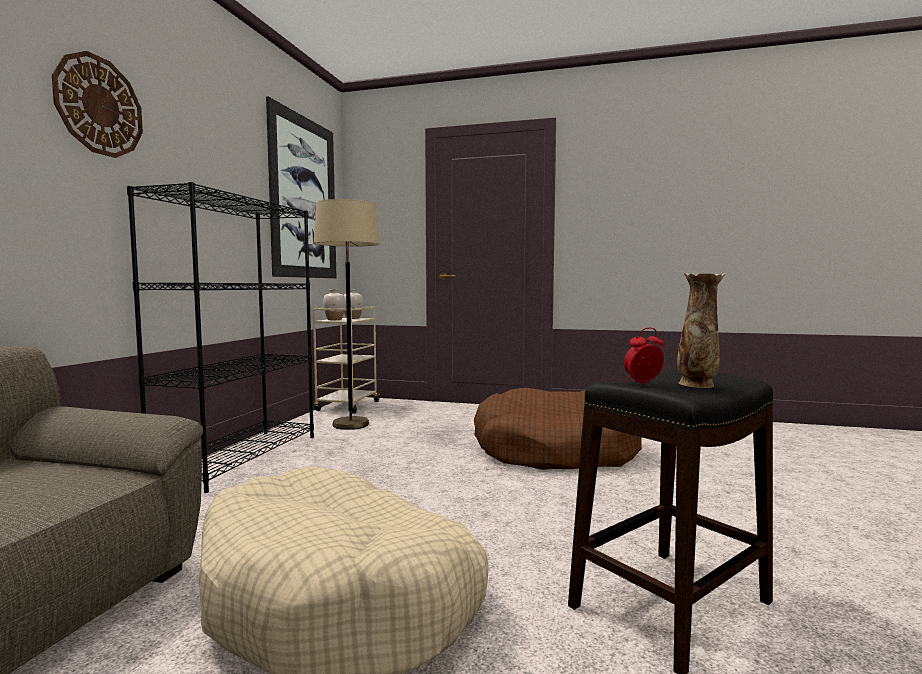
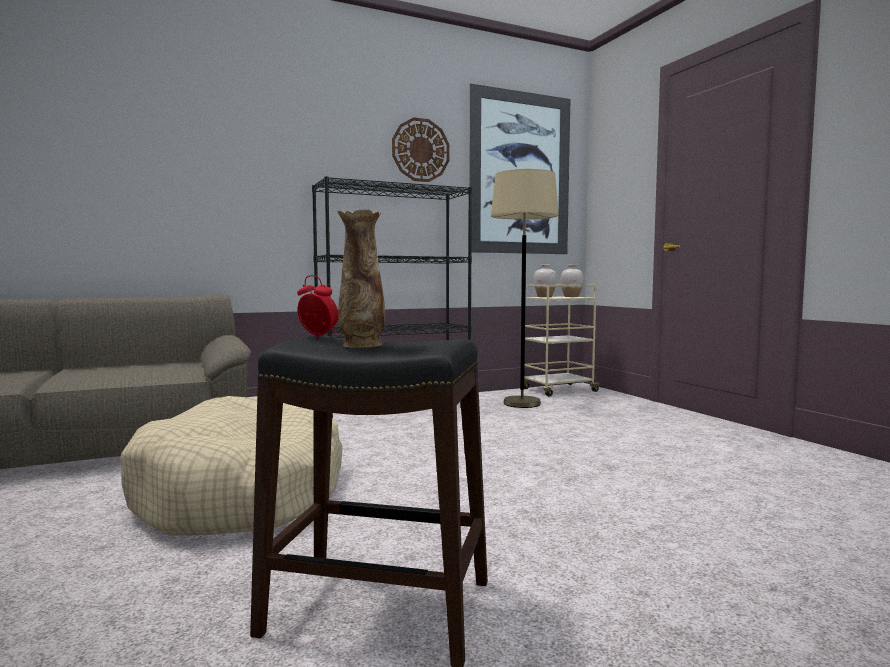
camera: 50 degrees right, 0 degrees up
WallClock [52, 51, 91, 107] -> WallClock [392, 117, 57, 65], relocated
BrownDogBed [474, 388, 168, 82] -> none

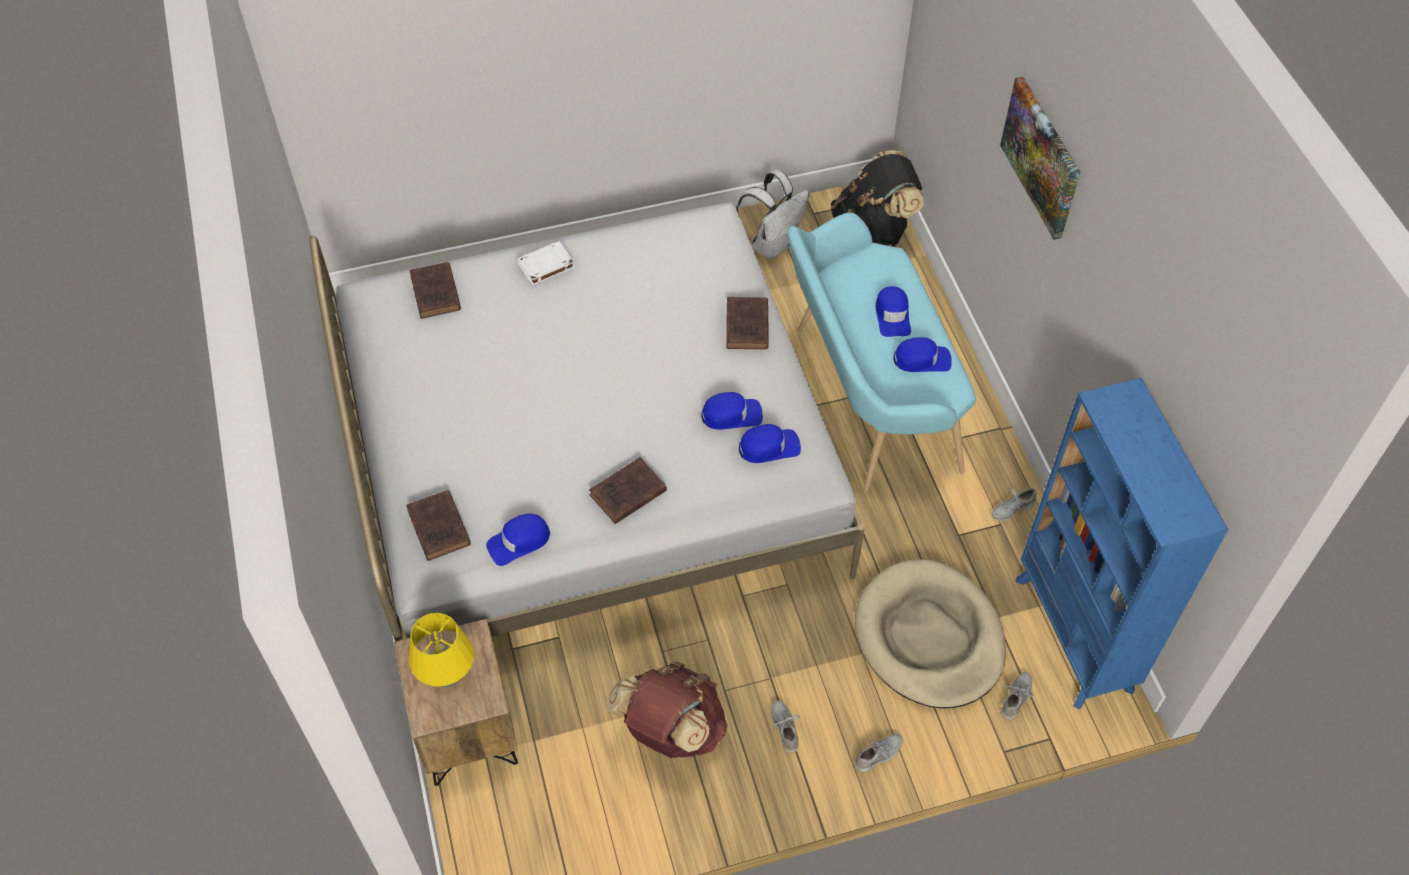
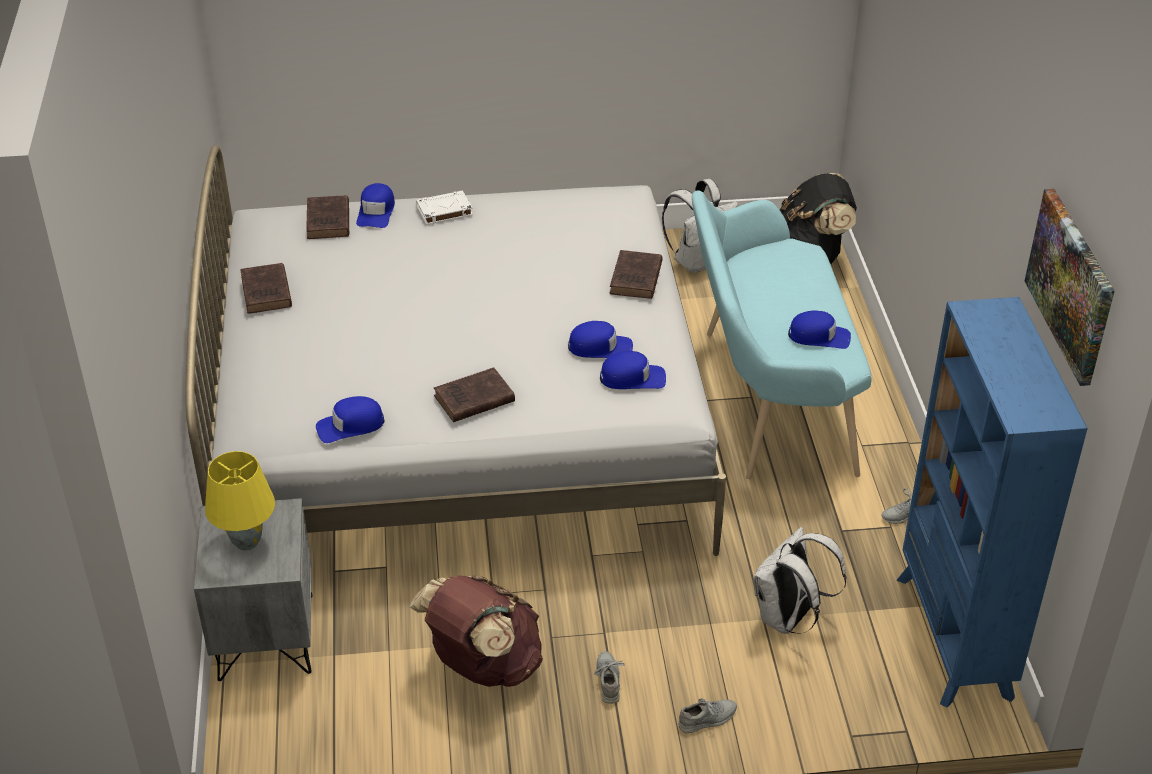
camera: 10 degrees right, 15 degrees down
BrownNightstand [394, 619, 124, 167] -> GreyNightstand [194, 498, 118, 183]
BrownBook [406, 490, 65, 71] -> BrownBook [240, 263, 52, 51], relocated
BeigeDogBed [855, 560, 151, 149] -> WhiteBackpack [754, 527, 92, 107]
BlueCap [876, 286, 35, 51] -> BlueCap [356, 183, 39, 45], relocated
Picture [1000, 77, 80, 163] -> Picture [1025, 189, 90, 197], relocated
GreyShoe [1001, 672, 32, 48] -> none

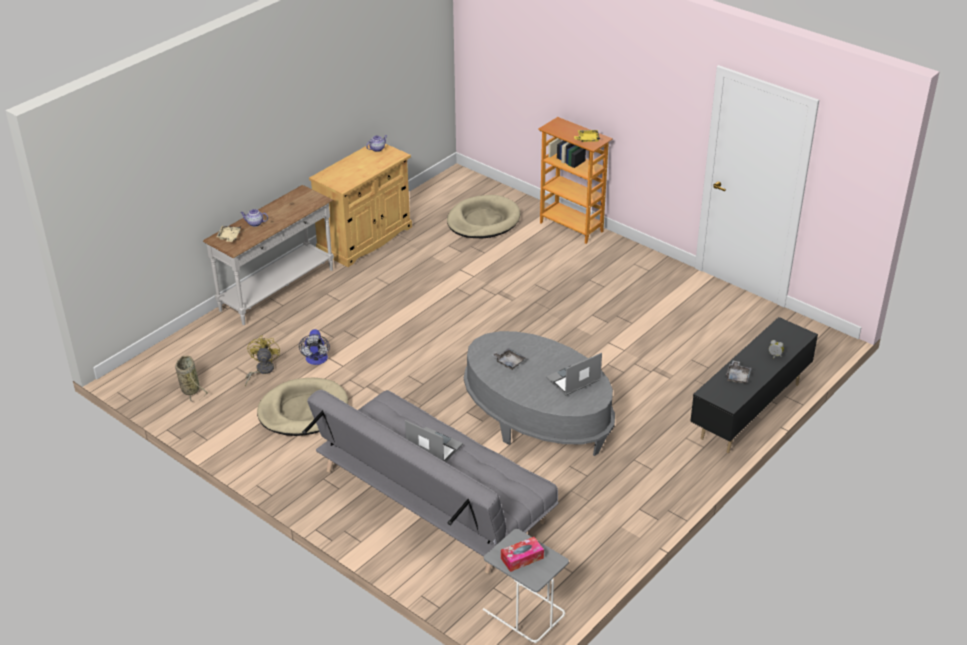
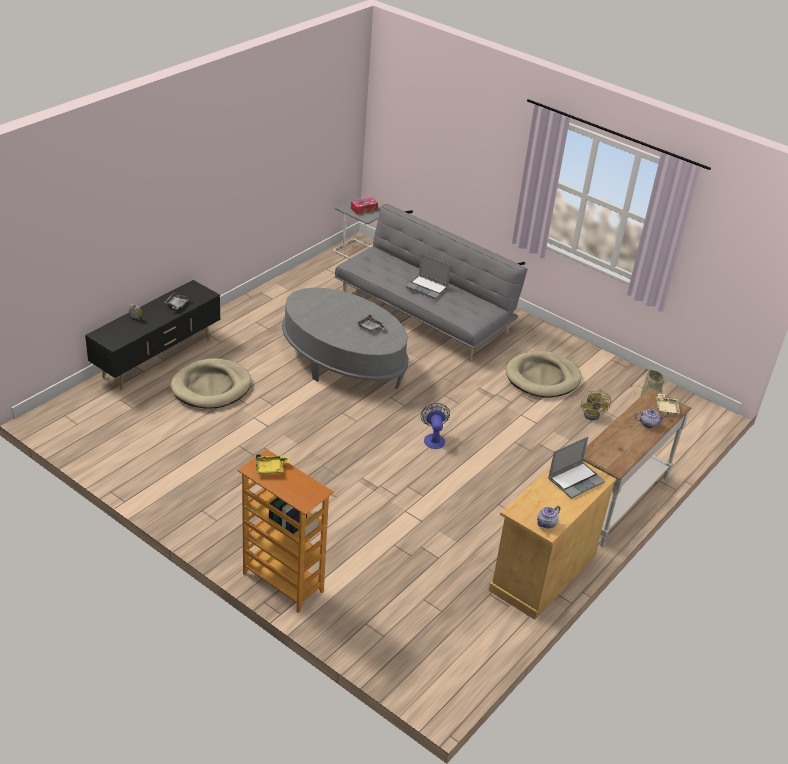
camera: 175 degrees right, 0 degrees up
Fan [299, 329, 31, 36] -> Fan [421, 403, 29, 46], relocated
BeigeDogBed [447, 195, 73, 43] -> BeigeDogBed [171, 358, 81, 51], relocated
Laptop [546, 353, 56, 42] -> Laptop [548, 436, 57, 63], relocated

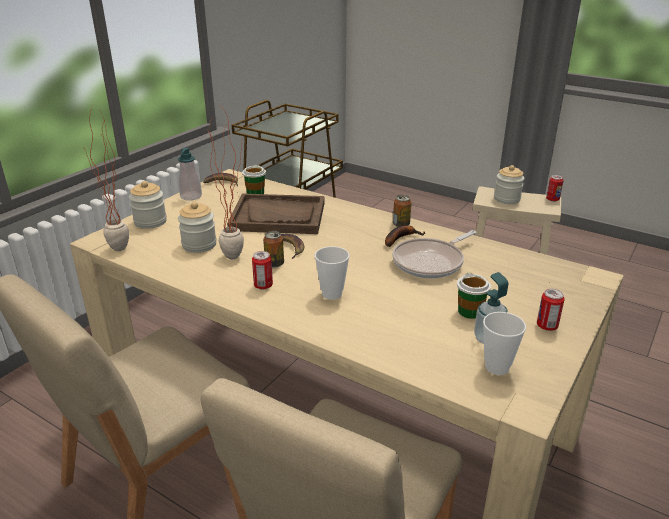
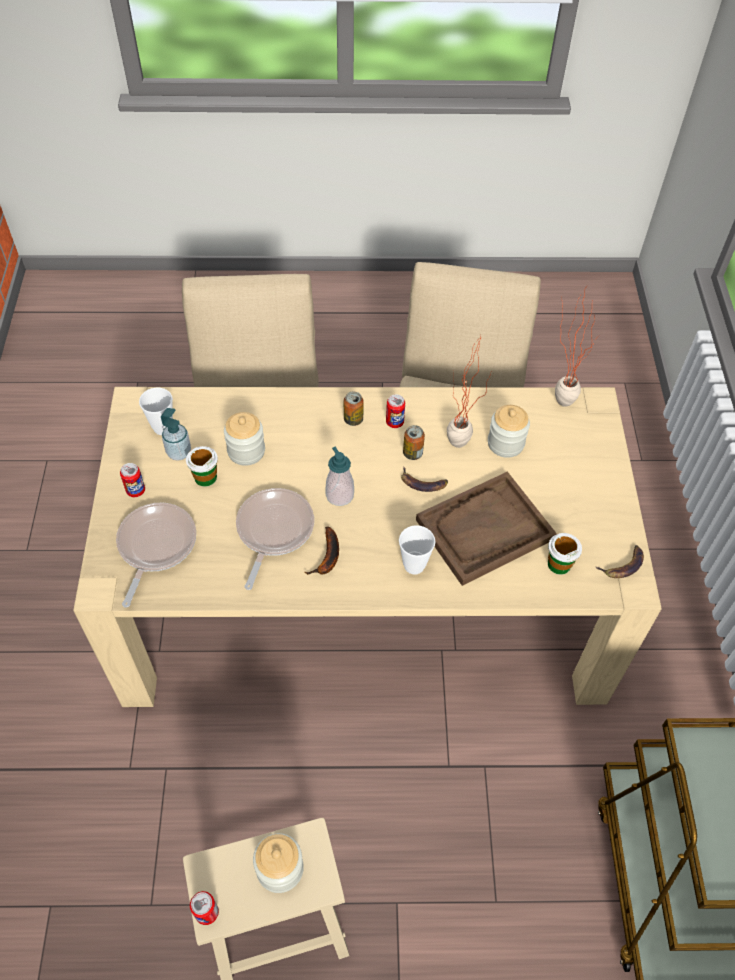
camera: 145 degrees right, 25 degrees up
Jar [129, 181, 38, 48] -> Jar [224, 412, 41, 54], relocated
SoapDispenser [178, 148, 24, 53] -> SoapDispenser [325, 447, 29, 59], relocated
Cup [315, 246, 35, 54] -> Cup [399, 525, 36, 50], relocated
Can [393, 195, 19, 32] -> Can [344, 392, 20, 34], relocated
none -> FryingPan [116, 502, 80, 106]

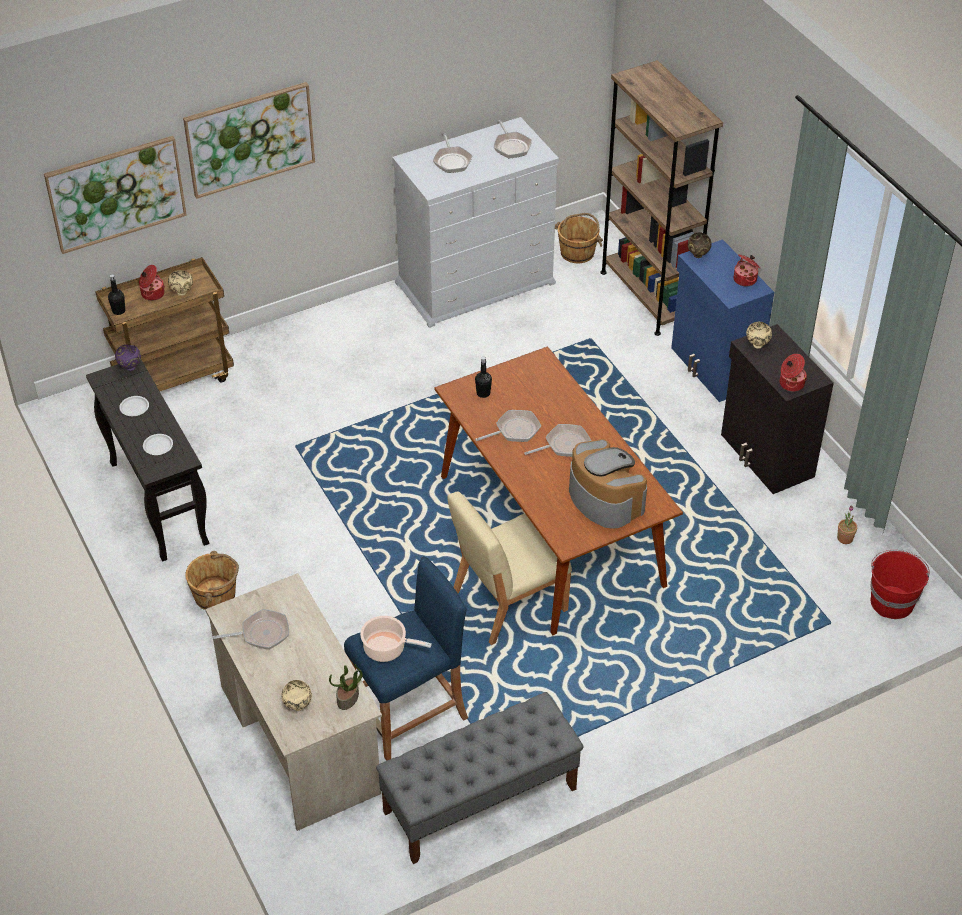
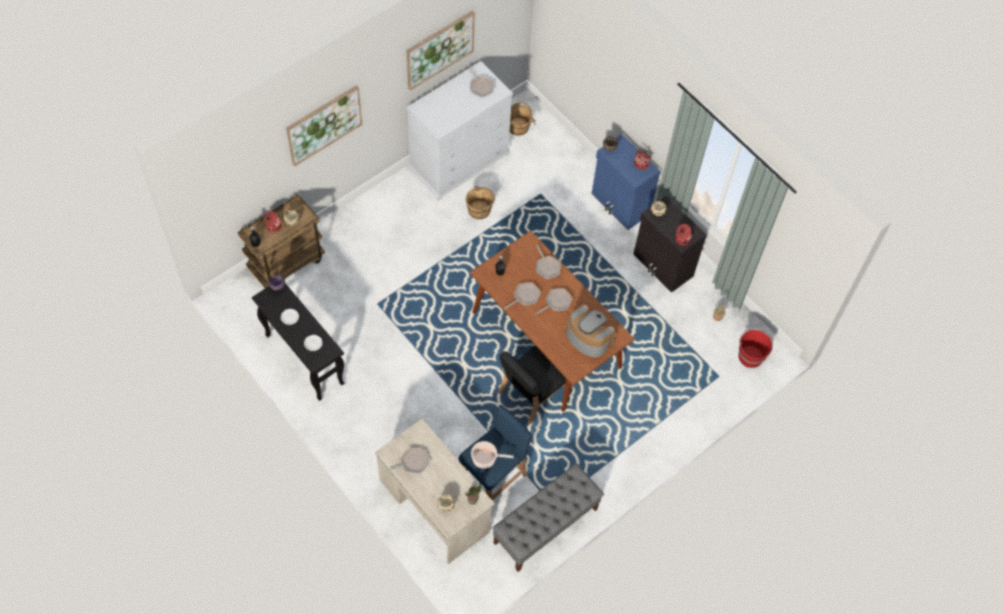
camera: 15 degrees left, 15 degrees up
Picture [44, 136, 143, 118] -> Picture [406, 11, 69, 80], relocated
BrownBucket [185, 551, 54, 59] -> BrownBucket [466, 186, 29, 33], relocated
FryingPan [433, 134, 40, 39] -> FryingPan [536, 245, 25, 34], relocated
BeigeChair [447, 491, 125, 154] -> BlackChair [498, 345, 68, 80]
BrownBookcase [601, 60, 122, 276] -> none

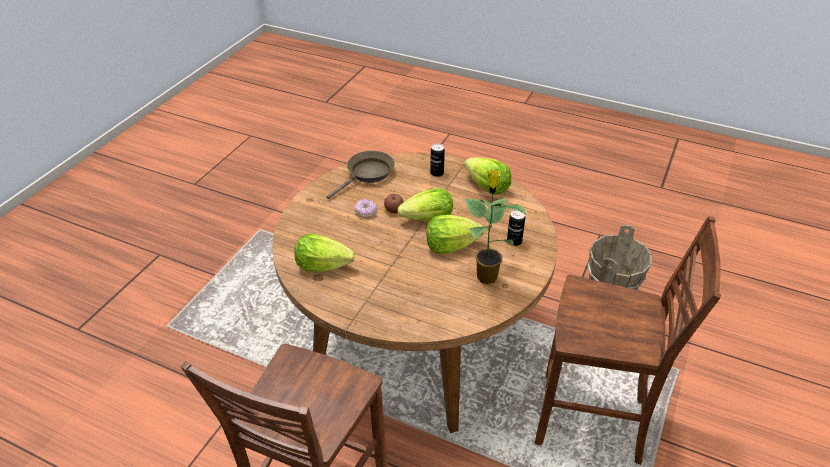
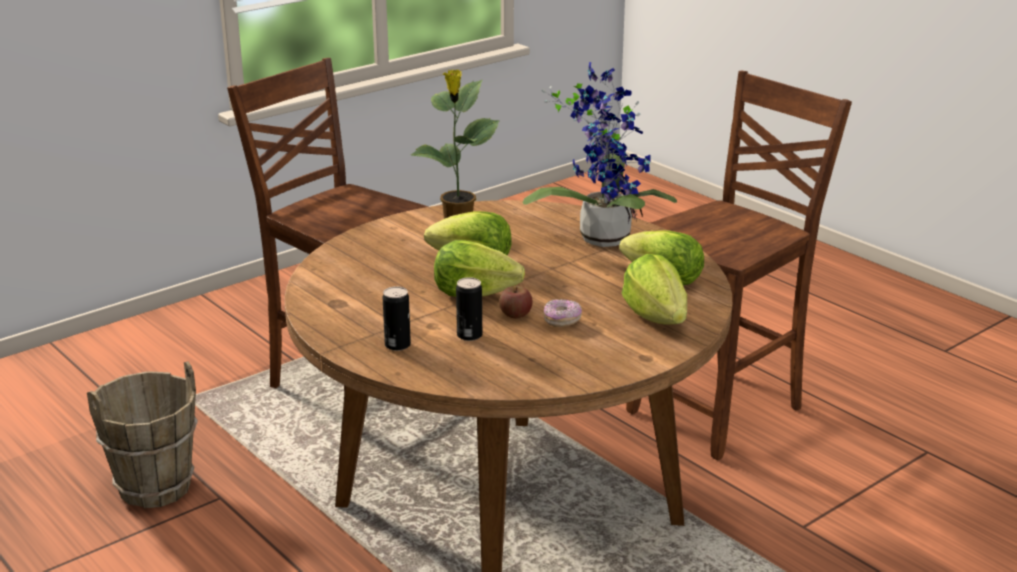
camera: 155 degrees left, 15 degrees down
BrownFryingPan [327, 151, 68, 48] -> none
Lettuce [464, 157, 47, 37] -> Lettuce [622, 254, 65, 71], relocated
Can [507, 210, 18, 36] -> Can [456, 277, 26, 64], relocated
none -> PottedPlant [523, 62, 154, 185]

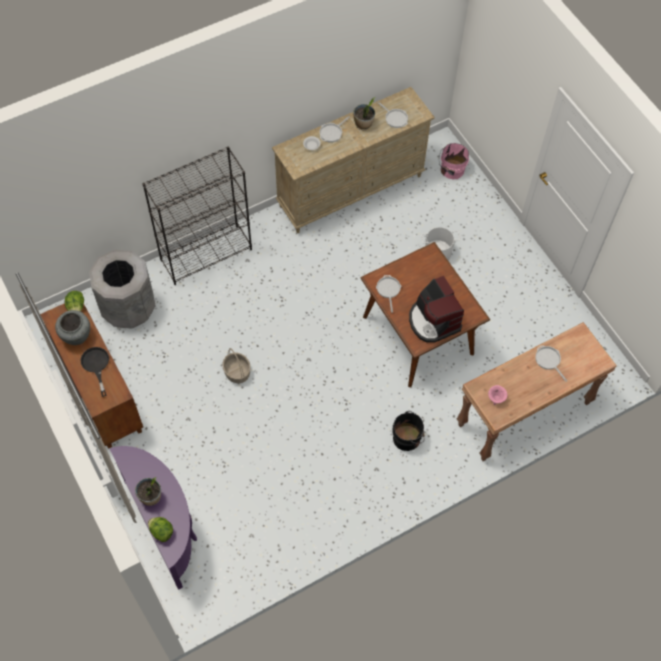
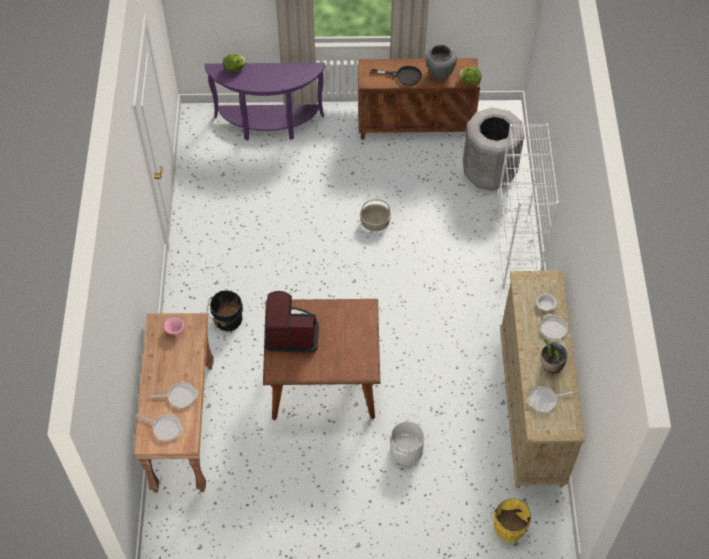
camera: 120 degrees right, 5 degrees down
PottedPlant [135, 477, 26, 29] -> none
BlackBookcase [142, 146, 110, 139] -> WhiteBookcase [495, 124, 64, 165]
FryingPan [376, 275, 25, 38] -> FryingPan [137, 414, 46, 27], relocated
PinkBucket [439, 143, 30, 36] -> YellowBucket [491, 498, 40, 45]

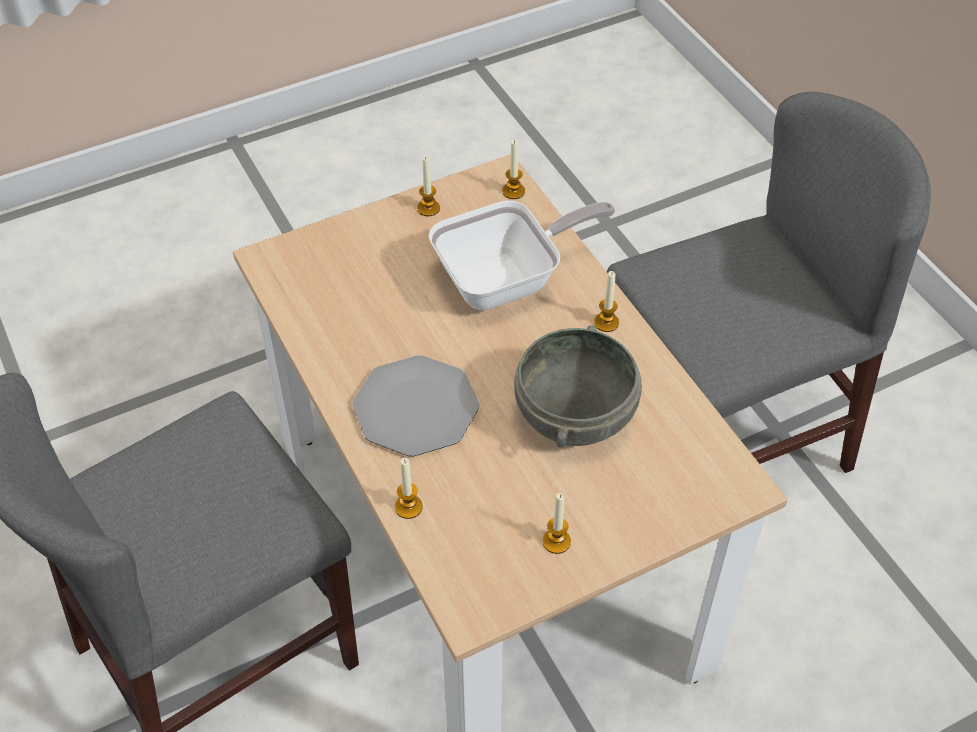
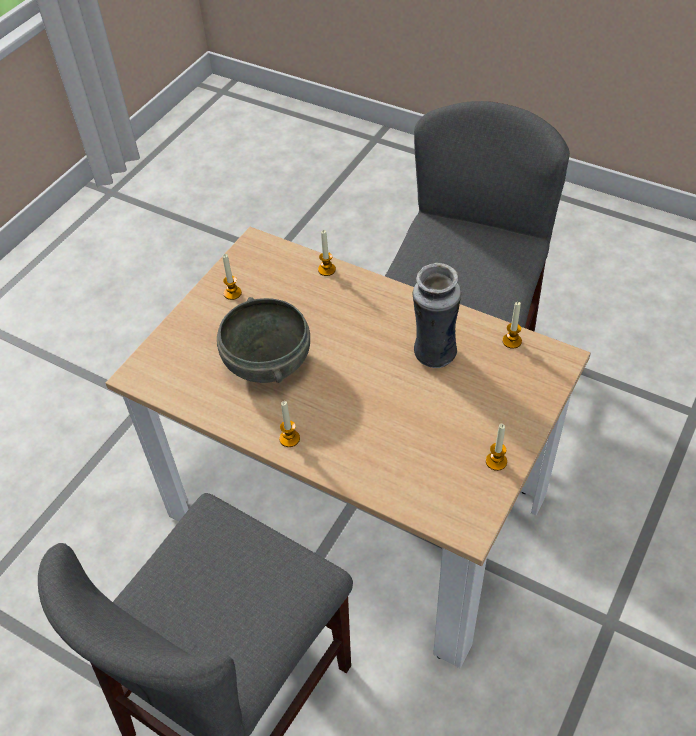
camera: 150 degrees right, 0 degrees up
Plate [352, 355, 127, 101] -> none
FryingPan [428, 200, 188, 111] -> none
Candle [502, 139, 23, 60] -> Candle [502, 302, 20, 47], relocated
none -> Vase [413, 263, 48, 105]

